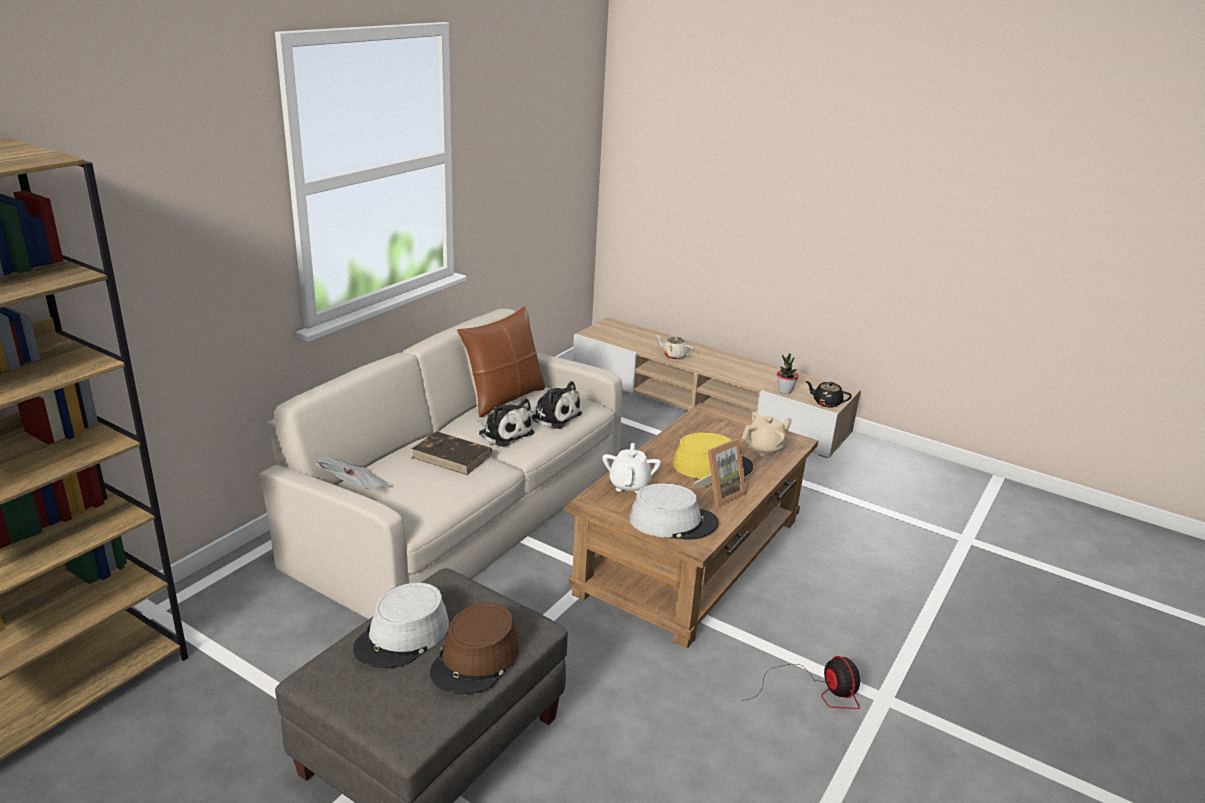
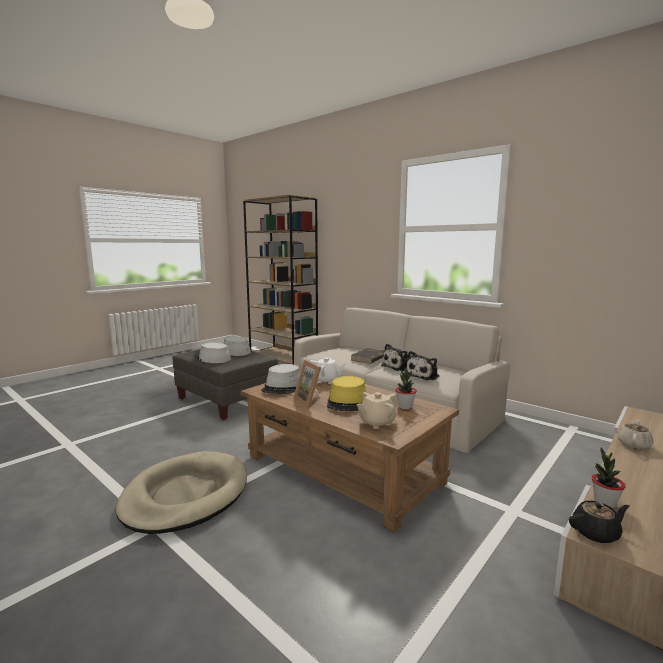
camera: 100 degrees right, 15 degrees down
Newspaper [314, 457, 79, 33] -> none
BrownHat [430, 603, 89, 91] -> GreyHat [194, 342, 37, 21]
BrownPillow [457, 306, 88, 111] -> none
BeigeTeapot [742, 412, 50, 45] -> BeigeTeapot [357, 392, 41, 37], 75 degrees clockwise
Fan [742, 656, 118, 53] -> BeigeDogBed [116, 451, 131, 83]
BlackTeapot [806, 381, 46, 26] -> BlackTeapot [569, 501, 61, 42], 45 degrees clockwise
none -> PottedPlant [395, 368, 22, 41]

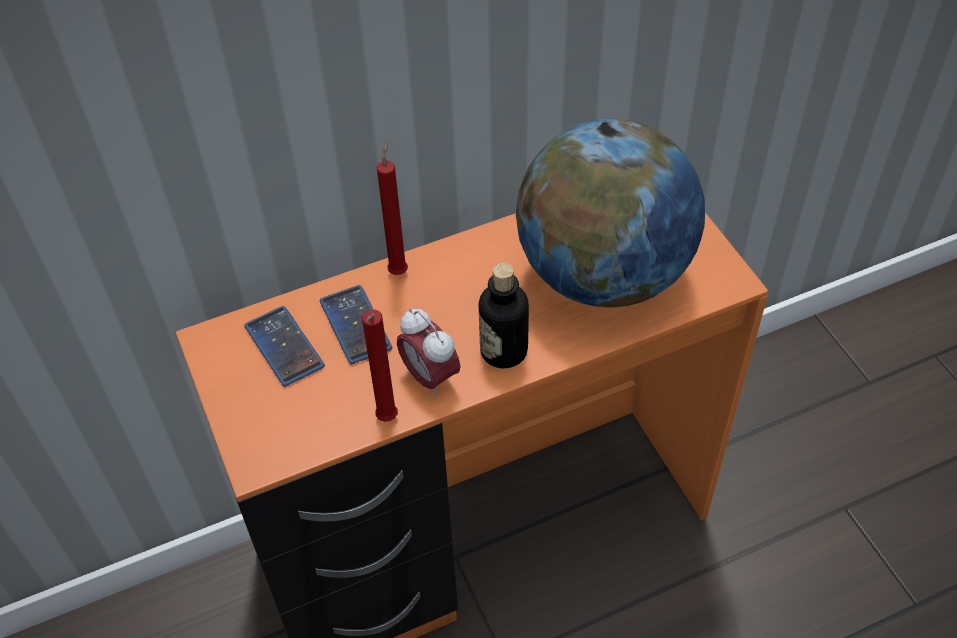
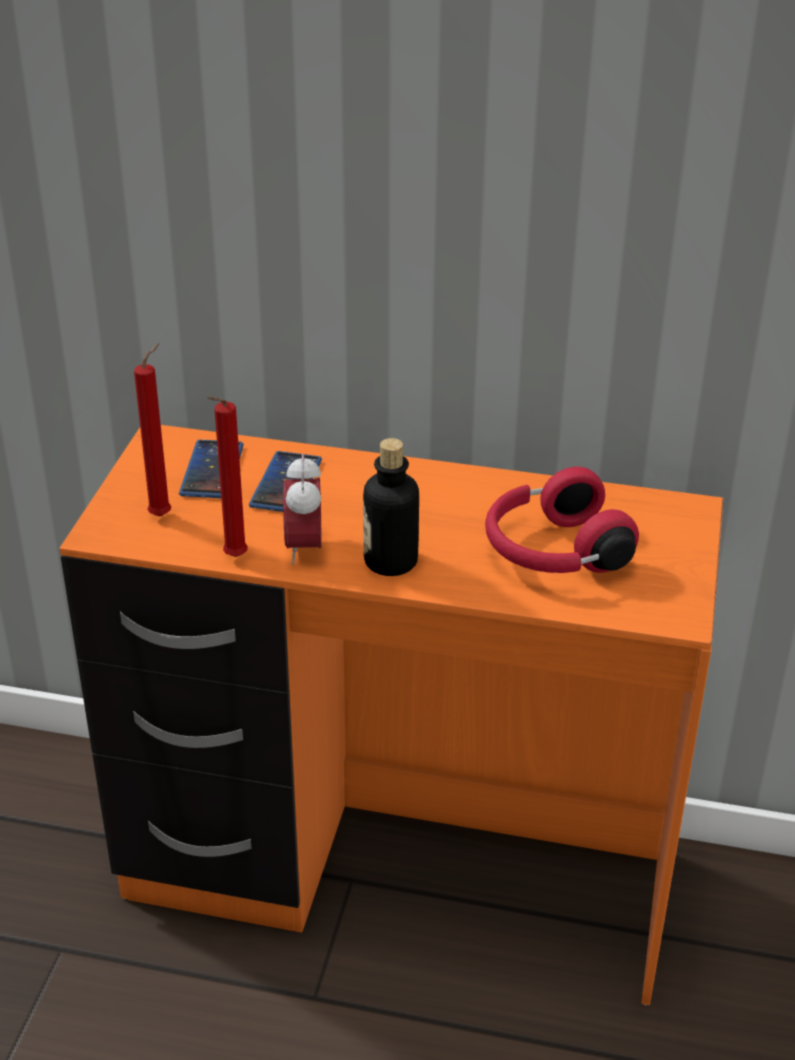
camera: 35 degrees right, 15 degrees down
RedCandle [377, 140, 31, 135] -> RedCandle [134, 343, 37, 174], relocated
Globe [516, 119, 189, 189] -> RedHeadphones [485, 467, 154, 106]

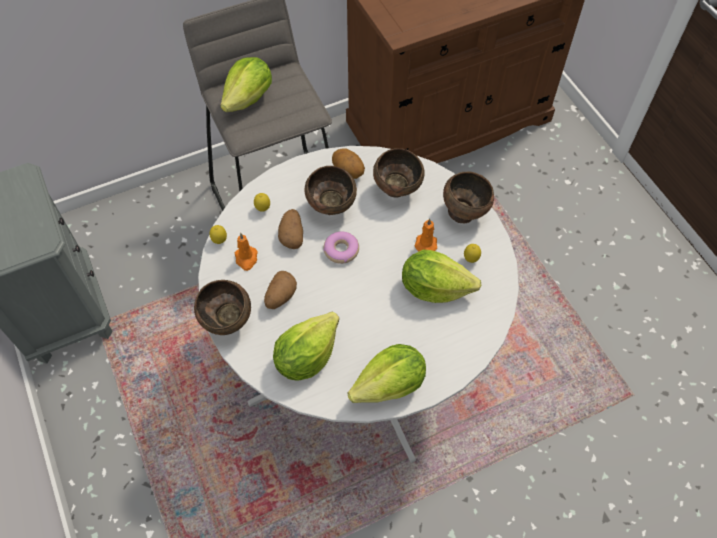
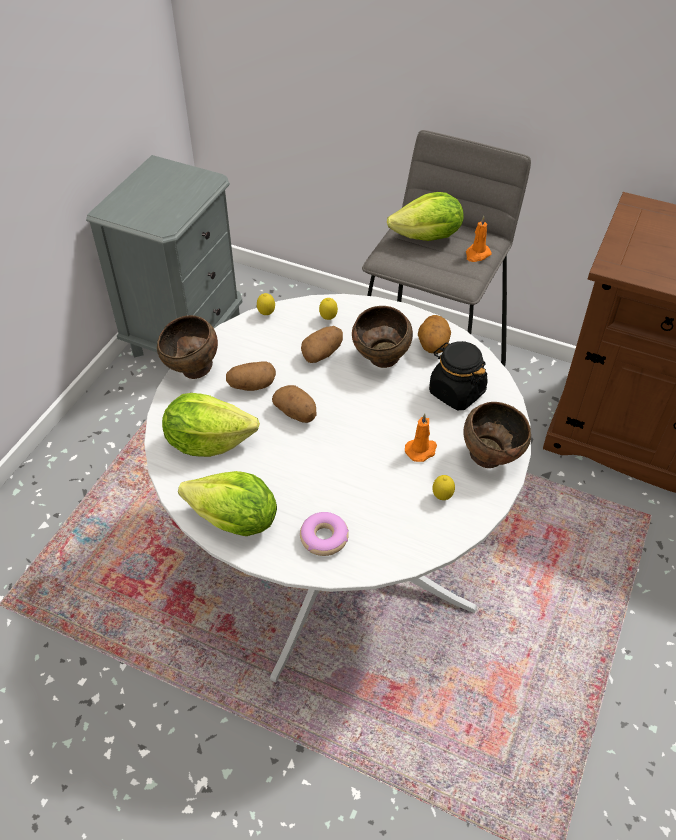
camera: 50 degrees right, 10 degrees down
OrangeCandle [235, 233, 23, 38] -> OrangeCandle [466, 216, 26, 46], relocated
Donut [323, 231, 36, 33] -> Donut [300, 512, 49, 44], relocated
BrownBowl [373, 148, 51, 50] -> BlackJar [429, 341, 59, 69]
Lettuce [402, 250, 79, 53] -> none
none -> Potato [272, 385, 45, 38]

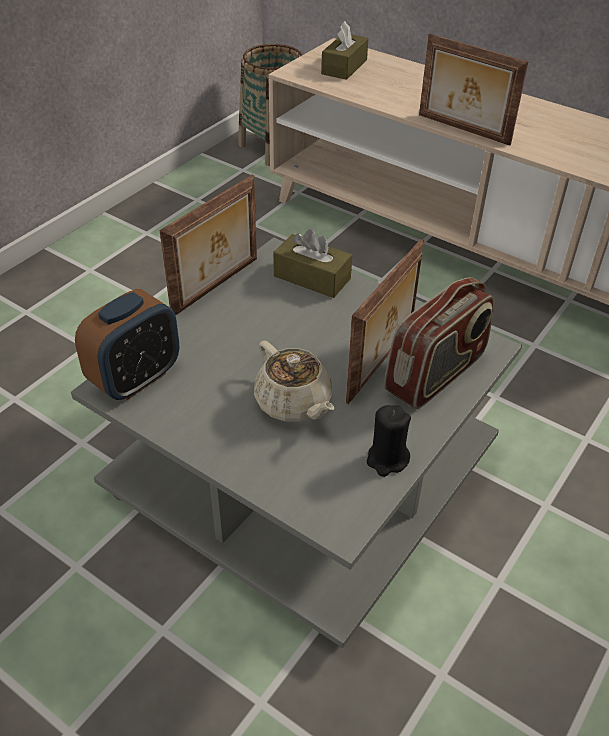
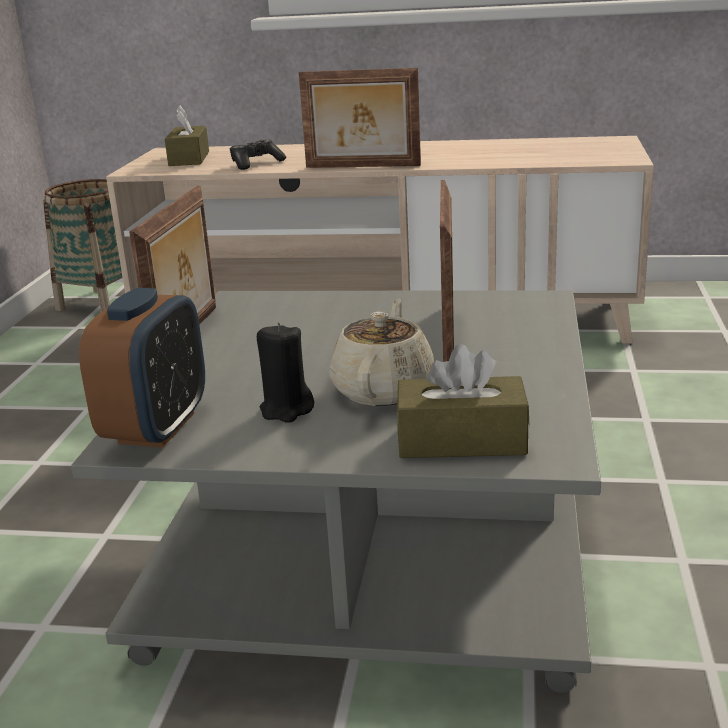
camera: 25 degrees left, 20 degrees down
BeigeTeapot [254, 341, 81, 81] -> BeigeTeapot [330, 299, 104, 107], 105 degrees counterclockwise
BrownTissueBox [273, 229, 79, 69] -> BrownTissueBox [396, 344, 134, 114], relocated
BlackCandle [367, 405, 44, 72] -> BlackCandle [257, 322, 57, 101], relocated
Radio [384, 277, 110, 132] -> none
none -> GameController [230, 139, 56, 31]

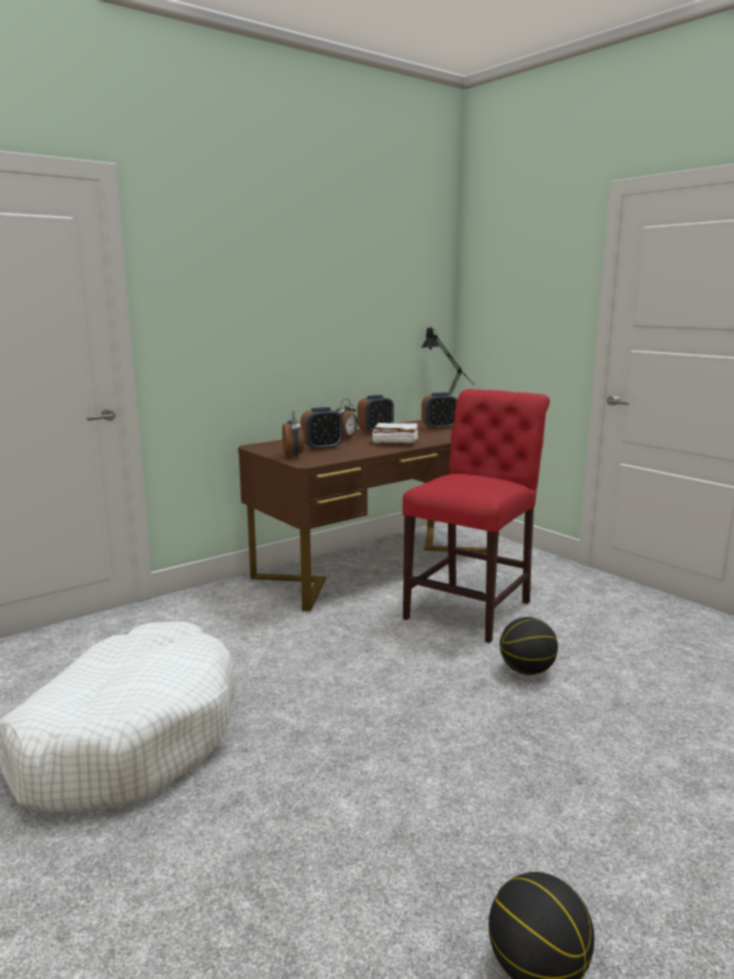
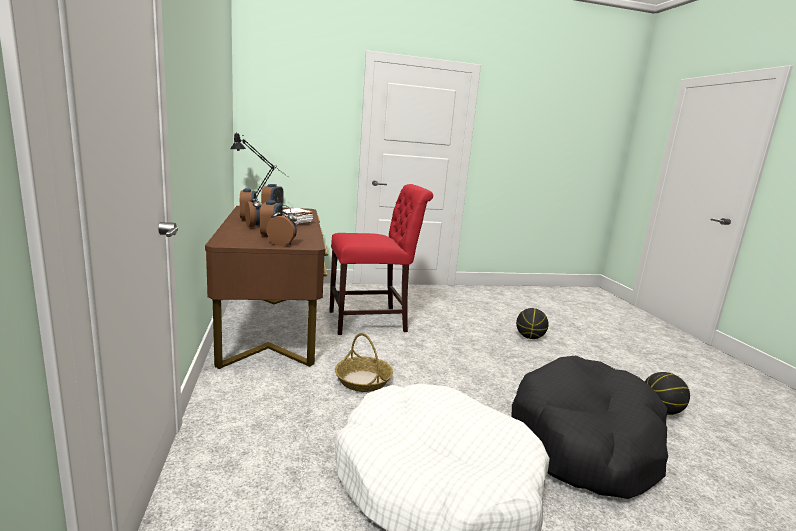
camera: 65 degrees left, 0 degrees up
RedChair [402, 389, 148, 254] -> RedChair [329, 184, 104, 151], 105 degrees clockwise
Basketball [500, 617, 58, 58] -> Basketball [516, 308, 33, 31], relocated
none -> Basket [335, 333, 58, 59]
none -> BlackDogBed [512, 355, 156, 144]

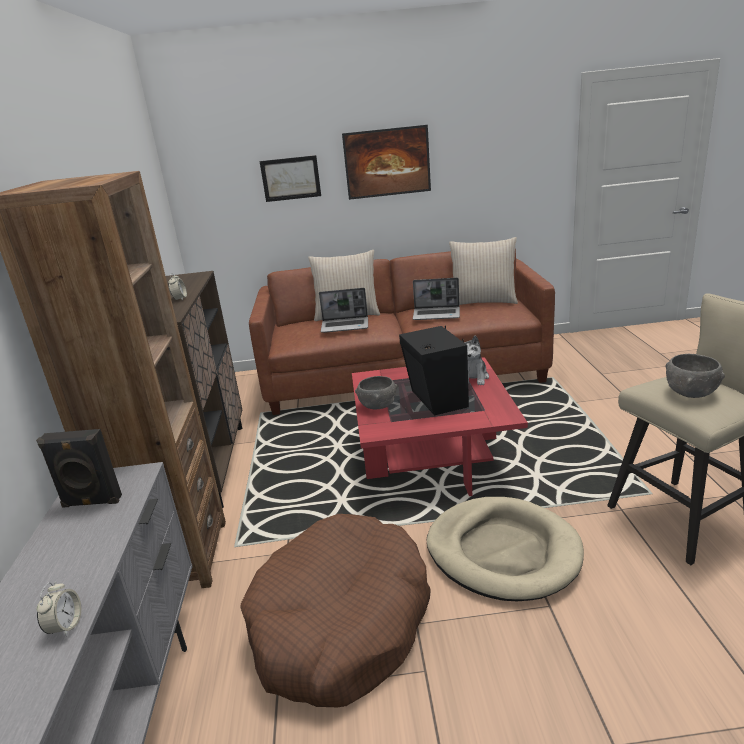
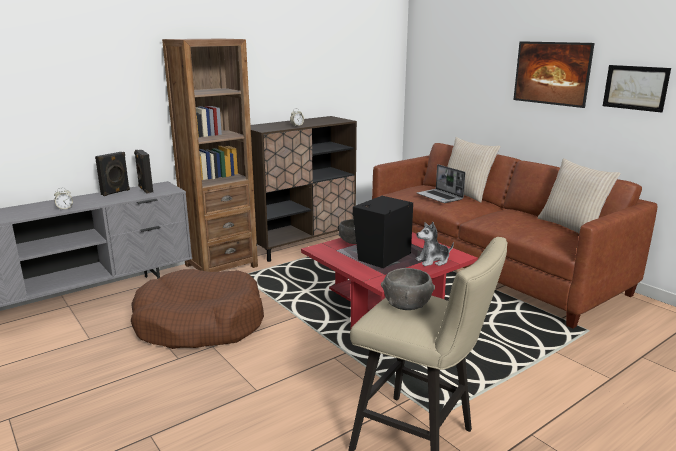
camera: 55 degrees right, 5 degrees down
Picture [260, 155, 61, 47] -> Picture [603, 65, 68, 48], relocated
Laptop [413, 278, 47, 42] -> none
BeigeDogBed [427, 497, 157, 104] -> none
none -> BlackSpeaker [95, 152, 35, 44]

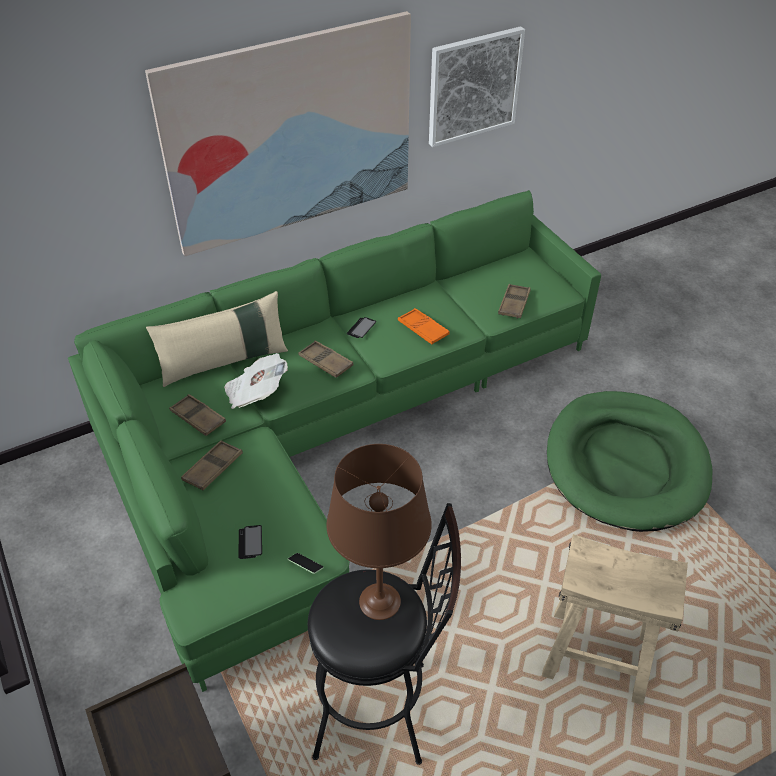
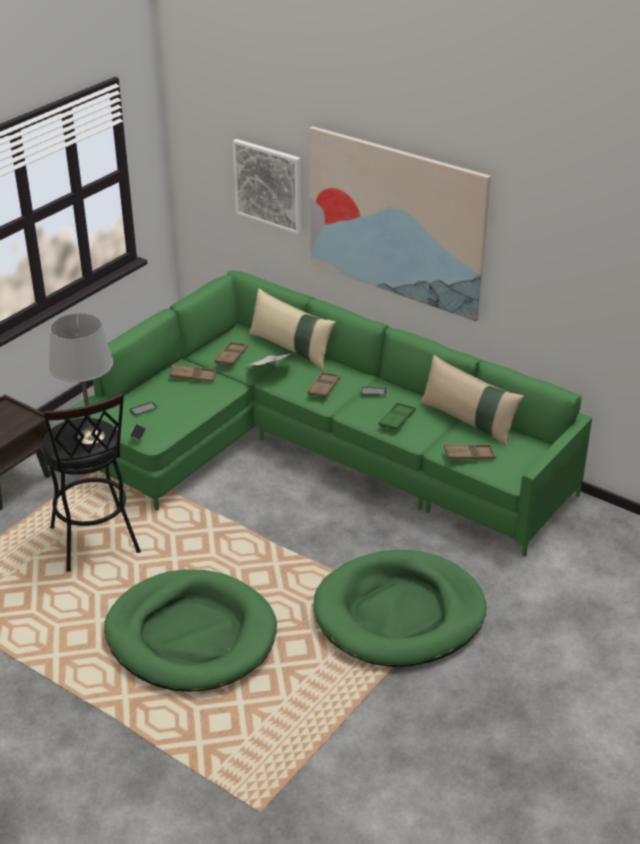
camera: 65 degrees right, 10 degrees down
BrownTableLamp [326, 444, 106, 176] -> GreyTableLamp [49, 313, 64, 132]
OrangeTray [398, 308, 52, 36] -> GreenTray [379, 402, 37, 28]
Picture [429, 26, 96, 121] -> Picture [233, 139, 69, 96], relocated
BeigeStool [542, 534, 146, 171] -> GreenDogBed [104, 569, 173, 123]
none -> BeigePillow [420, 355, 104, 92]

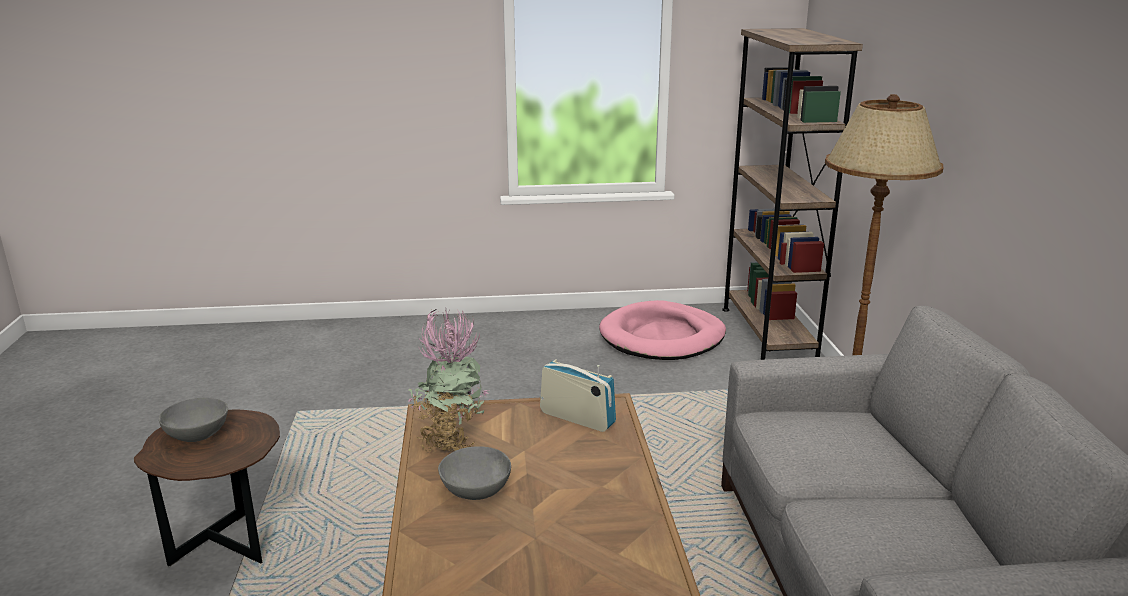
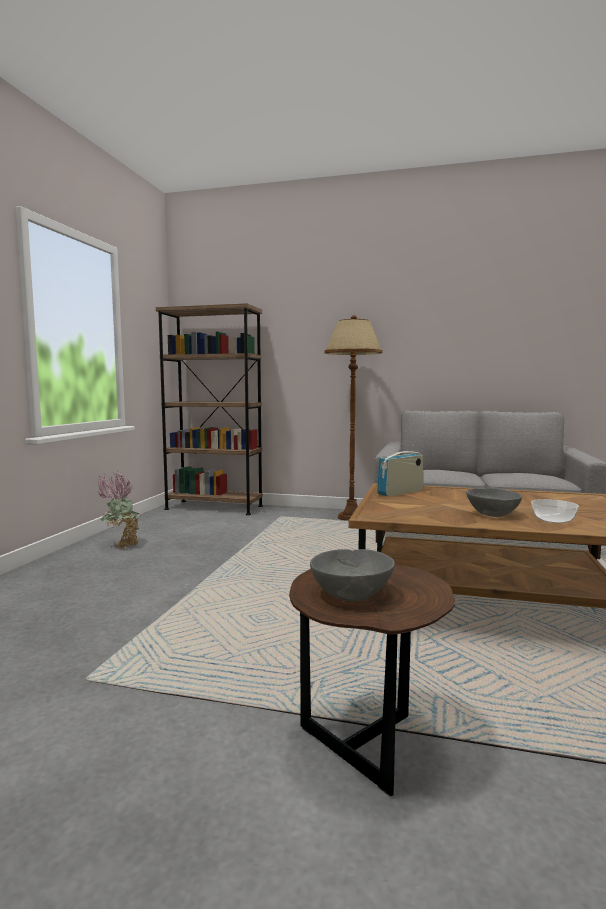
camera: 70 degrees left, 15 degrees down
PottedPlant [409, 310, 81, 141] -> PottedPlant [98, 472, 42, 77], relocated
PinkDogBed [599, 300, 127, 60] -> none
none -> Bowl [531, 499, 48, 24]

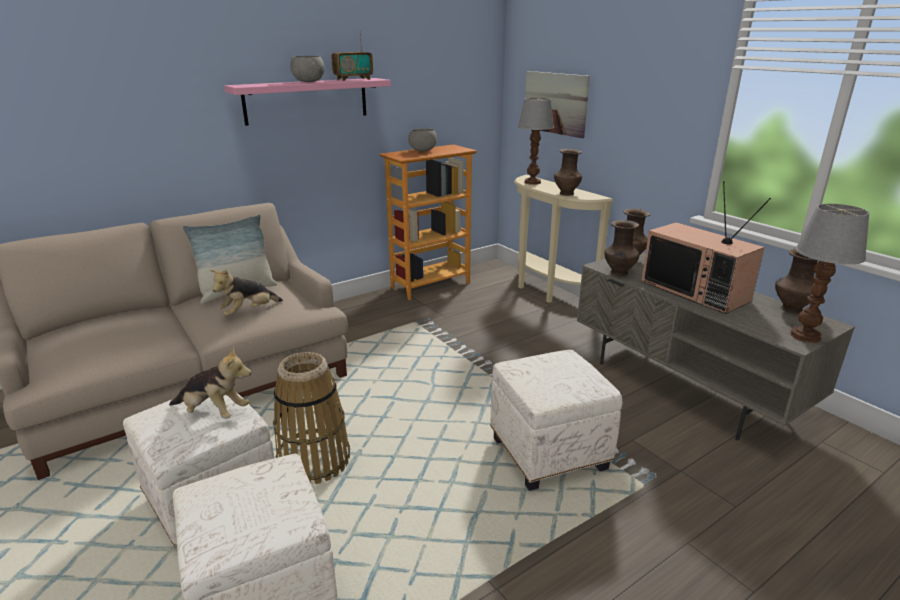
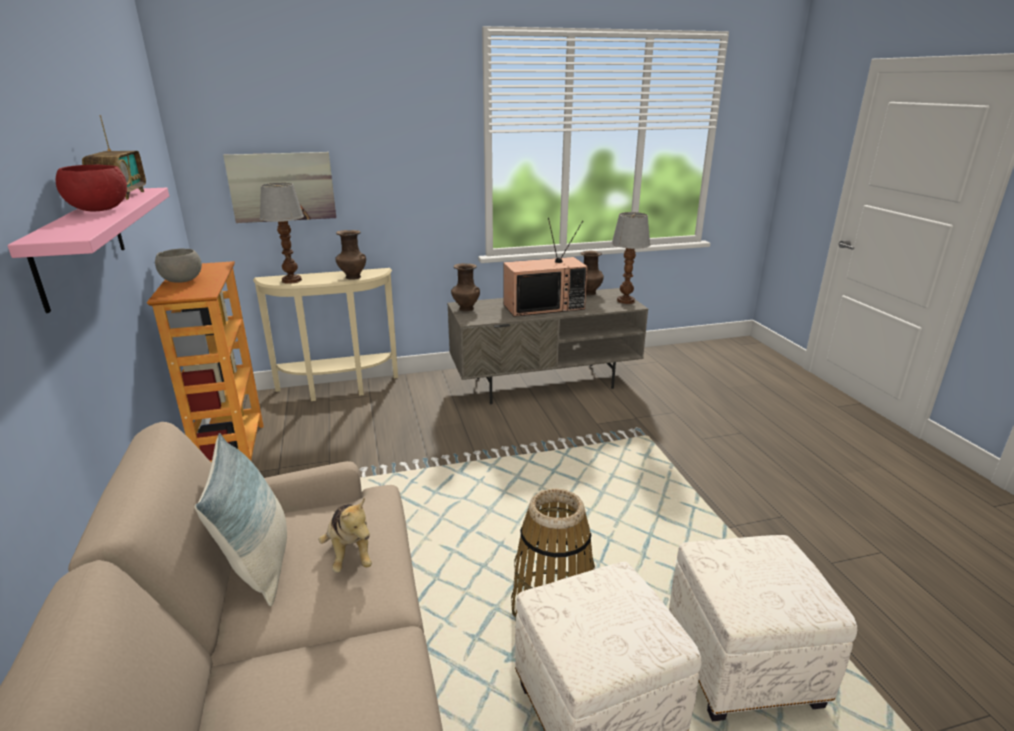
camera: 70 degrees left, 0 degrees up
PlushToy [169, 346, 83, 73] -> none
GreyBowl [290, 56, 35, 26] -> RedBowl [56, 165, 71, 47]
WhiteOttoman [490, 350, 133, 141] -> none
BrownVase [604, 220, 35, 56] -> none

